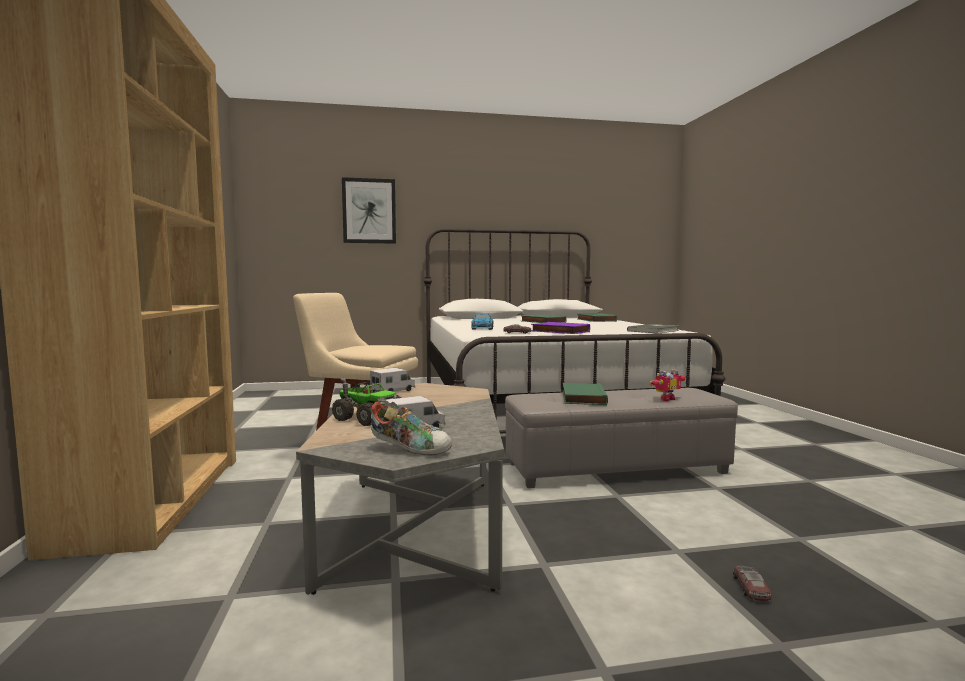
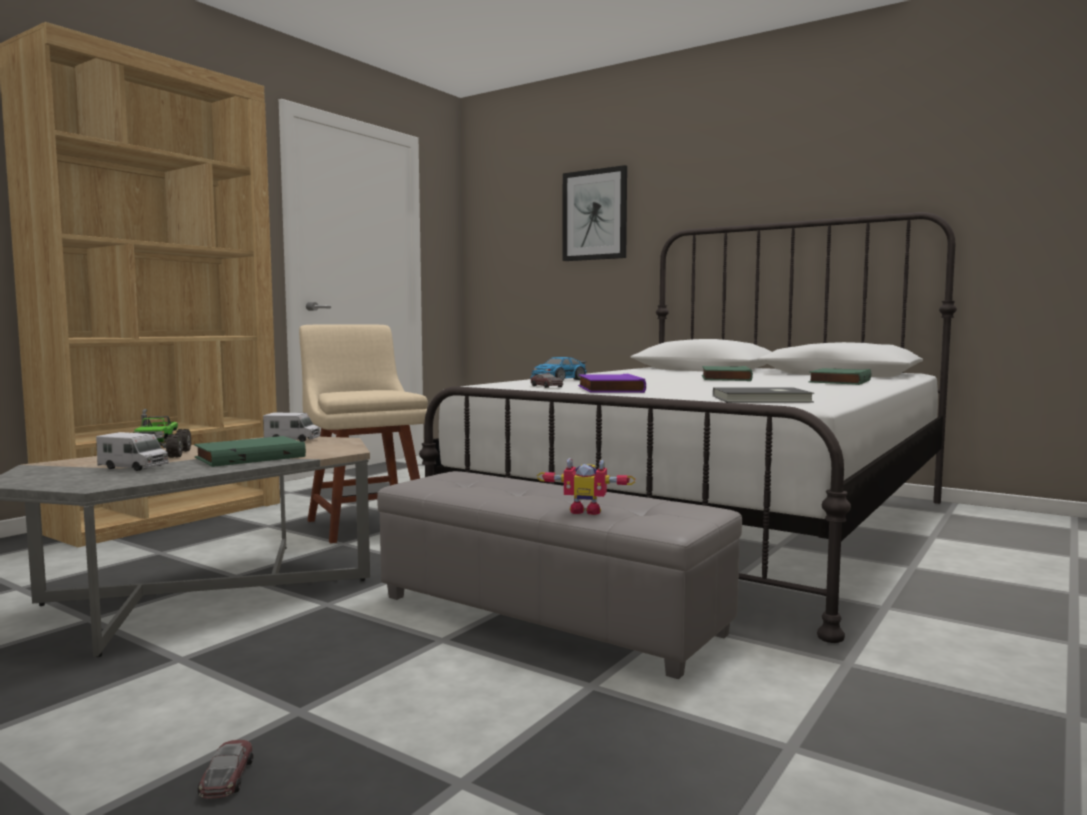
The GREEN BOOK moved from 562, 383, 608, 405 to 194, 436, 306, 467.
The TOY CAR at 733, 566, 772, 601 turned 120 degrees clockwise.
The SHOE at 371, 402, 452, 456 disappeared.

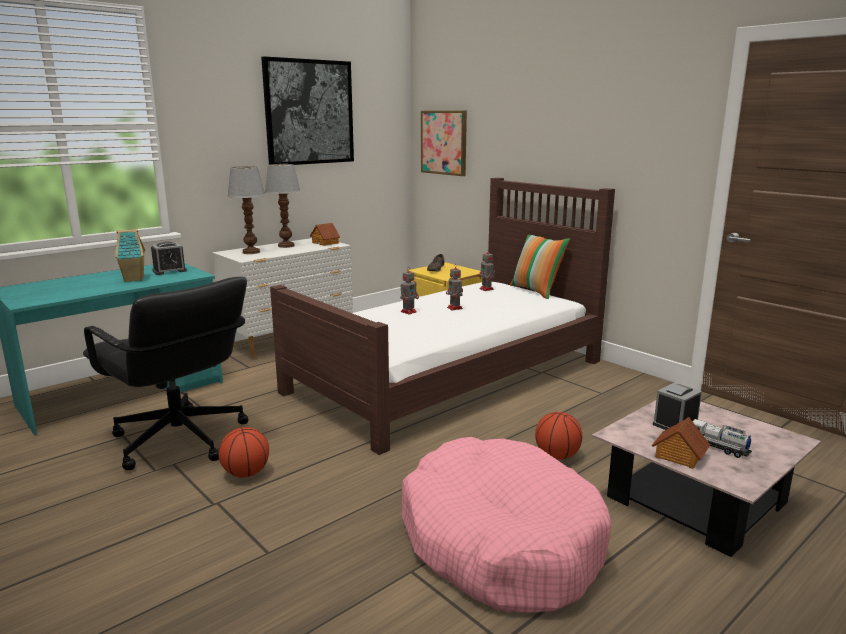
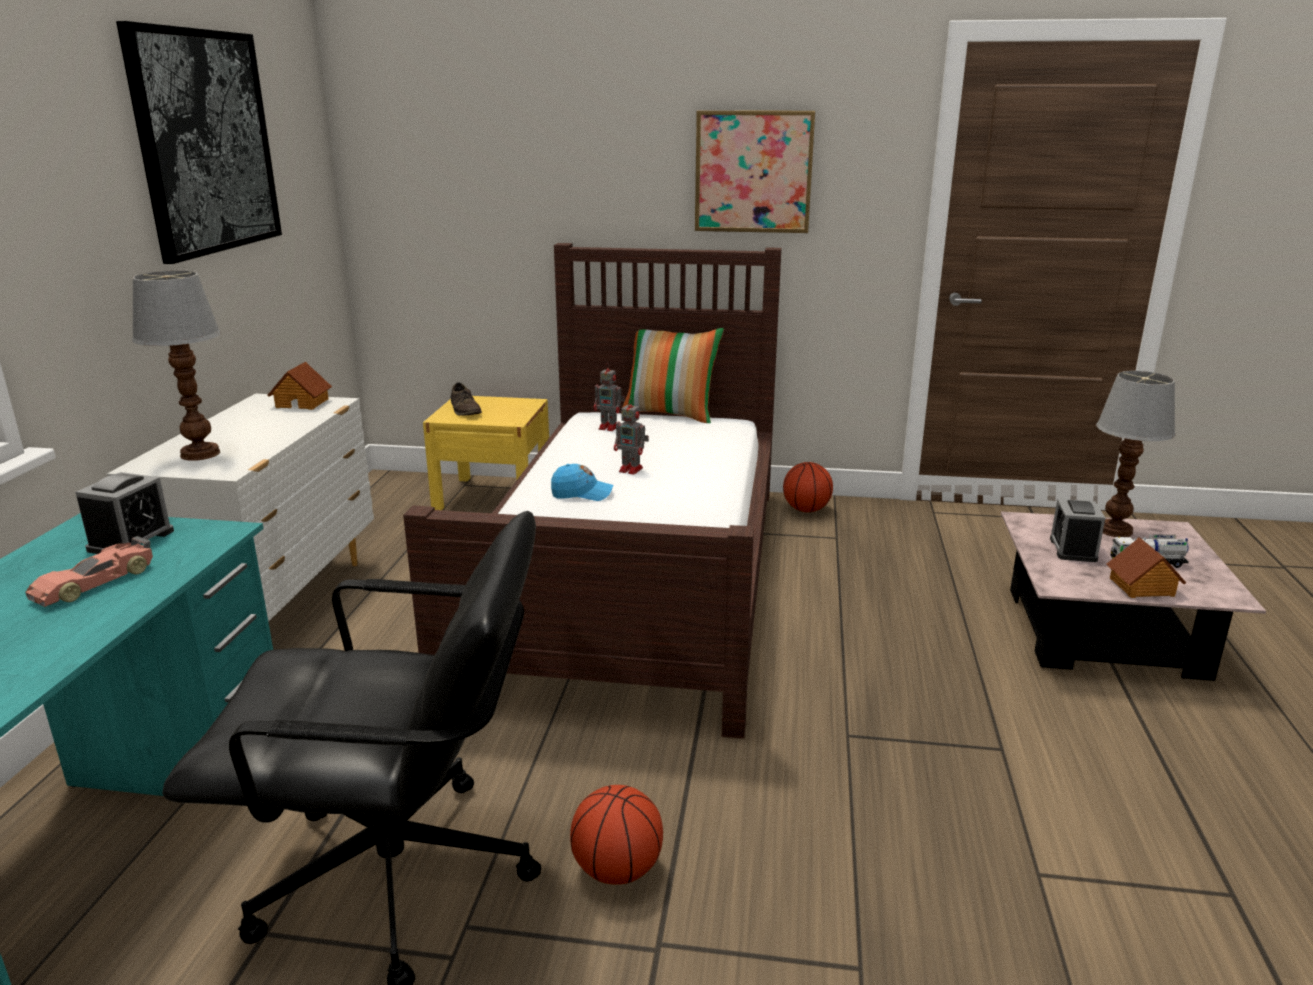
The TOY HOUSE at 115, 229, 145, 282 was replaced by the TOY CAR at 25, 536, 153, 607.
The TOY ROBOT at 400, 268, 419, 314 was replaced by the BLUE CAP at 551, 464, 613, 501.
The PICTURE moved from 421, 111, 467, 176 to 695, 110, 815, 233.
The BASKETBALL moved from 535, 412, 582, 460 to 783, 462, 833, 512.
The TABLE LAMP moved from 265, 164, 301, 248 to 1096, 371, 1175, 537.
The PINK DOG BED at 402, 437, 612, 613 disappeared.

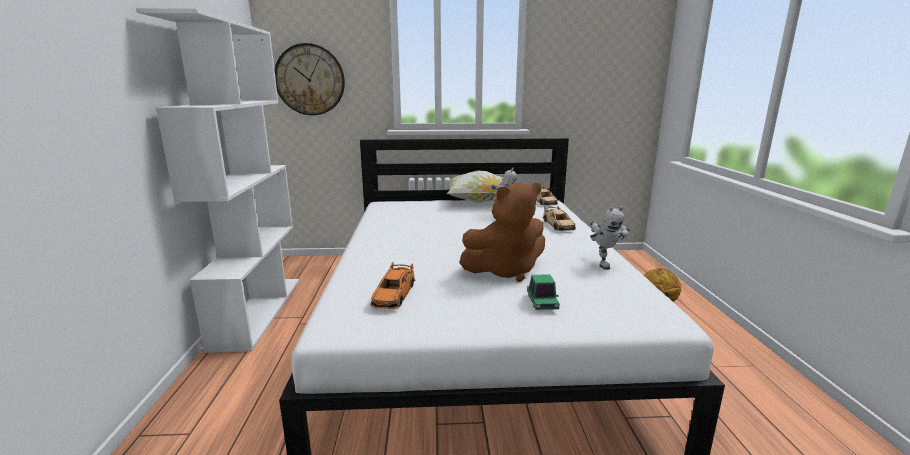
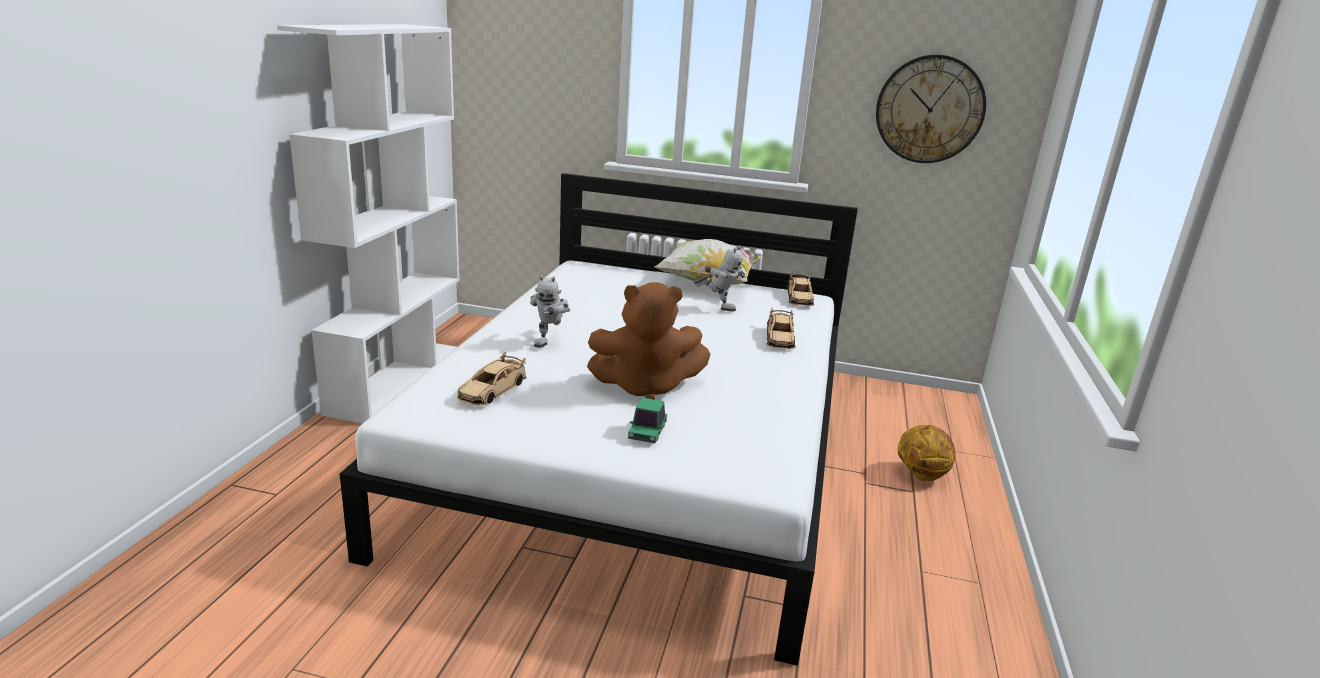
The ORANGE TOY CAR at 370, 262, 416, 309 became the BEIGE TOY CAR at 457, 352, 527, 406.
The TOY ROBOT moved from 590, 206, 630, 270 to 530, 275, 570, 348.
The WALL CLOCK moved from 274, 43, 345, 116 to 876, 55, 986, 163.

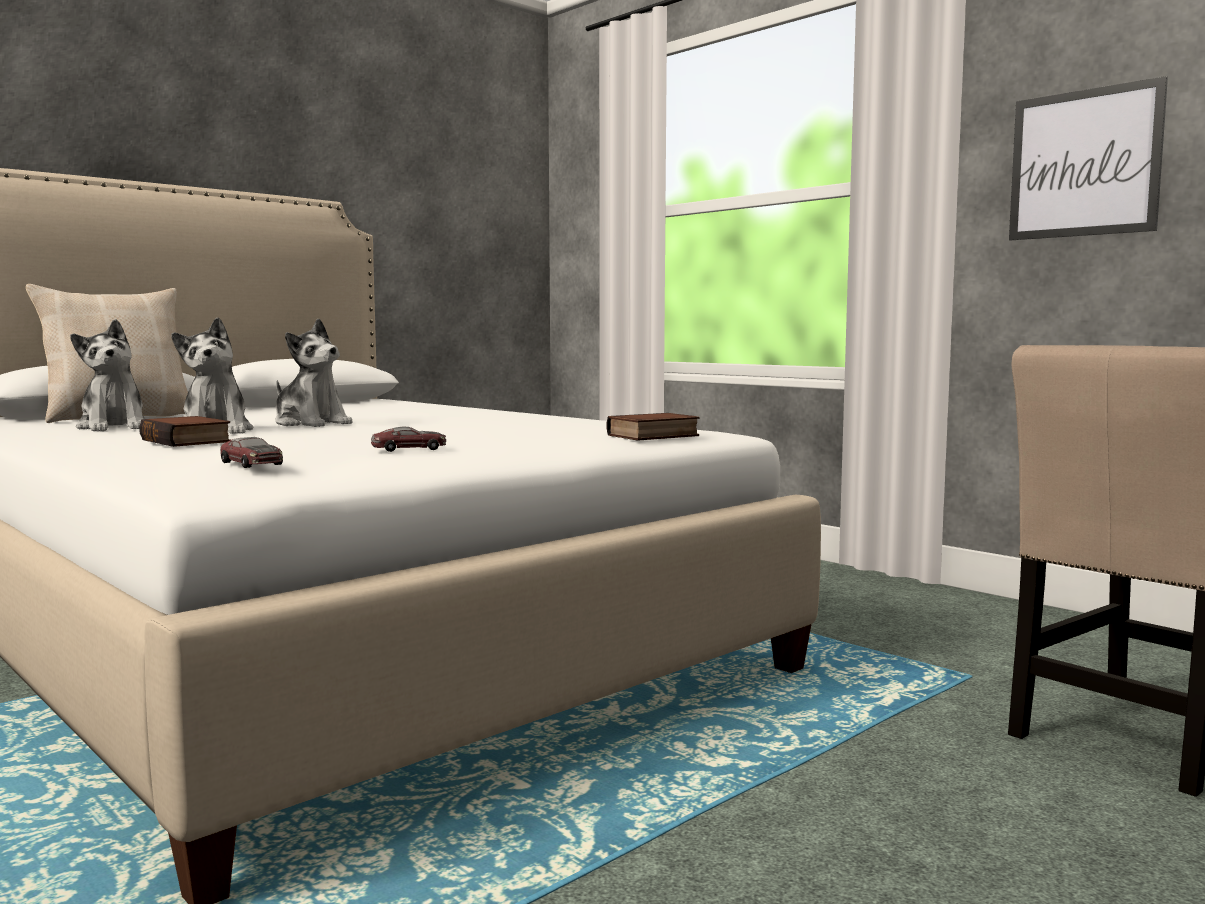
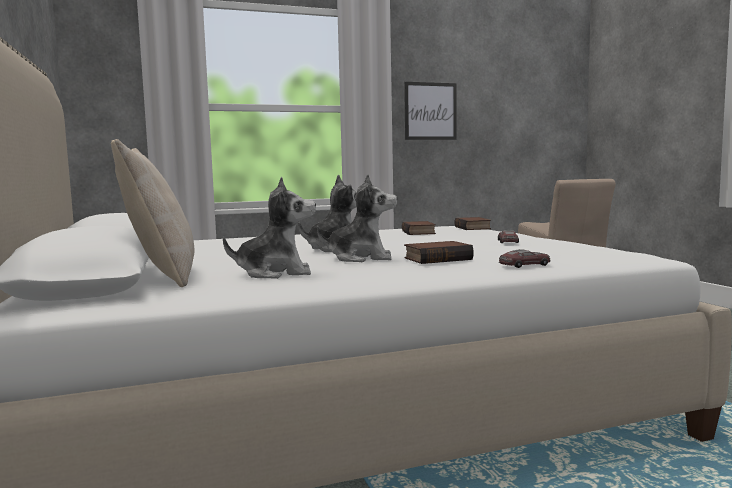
The BOOK at 402, 221, 436, 235 appeared.
The TOY CAR moved from 220, 437, 283, 468 to 499, 249, 551, 268.

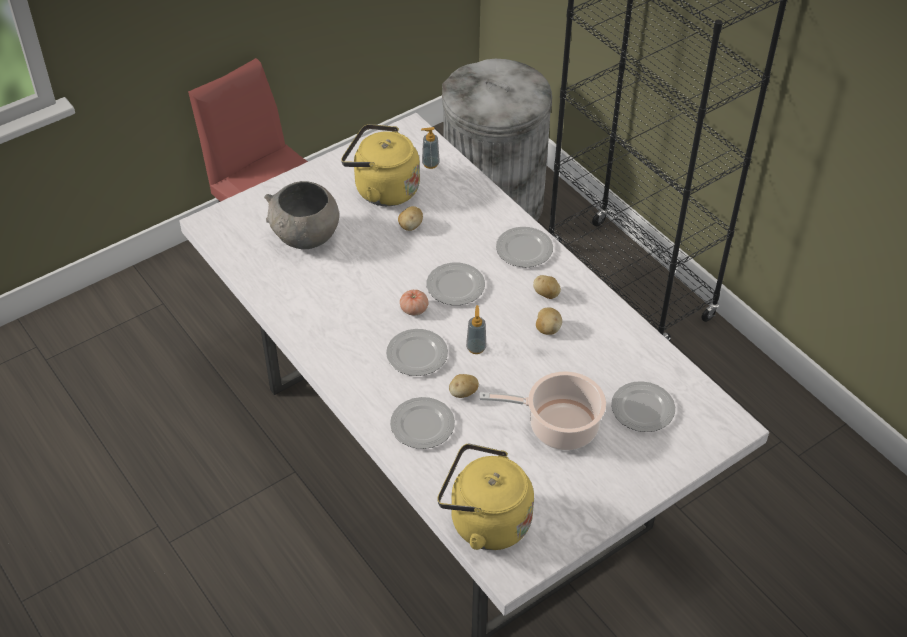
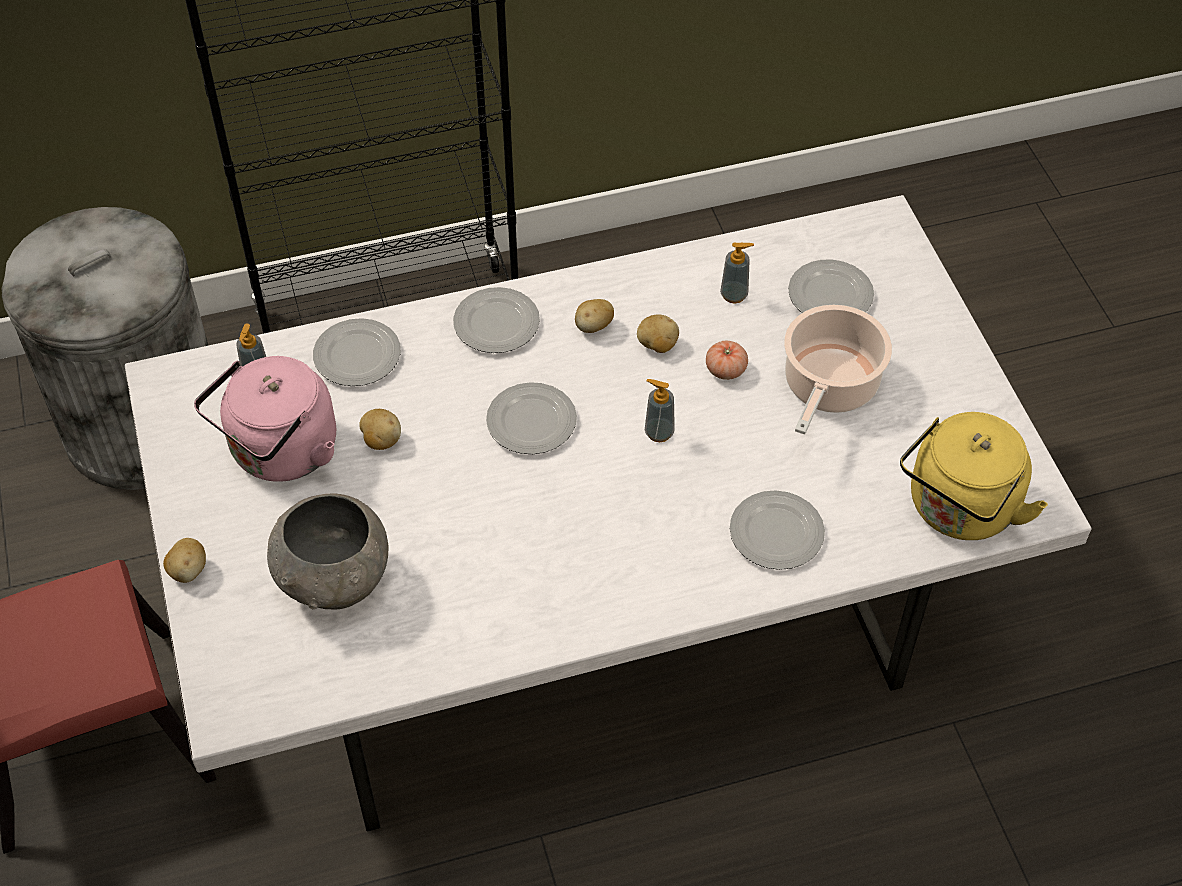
The POTATO moved from 449, 374, 479, 398 to 163, 538, 206, 583.
The YELLOW KETTLE at 341, 124, 420, 206 became the PINK KETTLE at 194, 356, 336, 482.
The PLATE moved from 386, 329, 448, 376 to 313, 318, 401, 386.
The TOMATO moved from 400, 290, 428, 316 to 706, 341, 748, 380.
The SOAP DISPENSER at 720, 243, 754, 304 appeared.

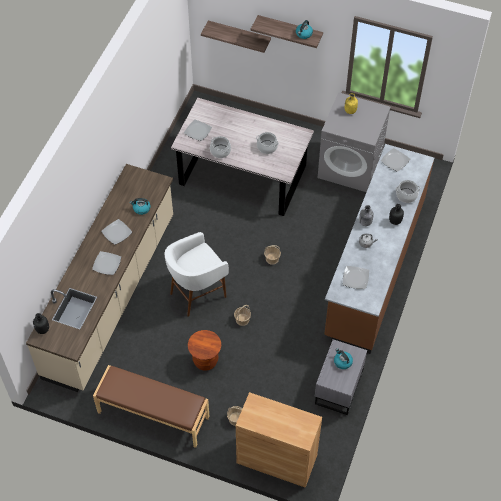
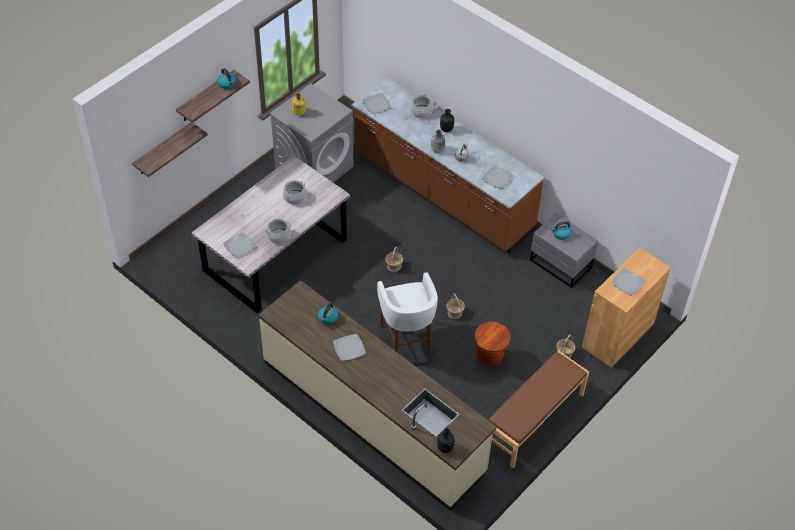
The PLATE moved from 92, 251, 121, 275 to 611, 268, 645, 295.

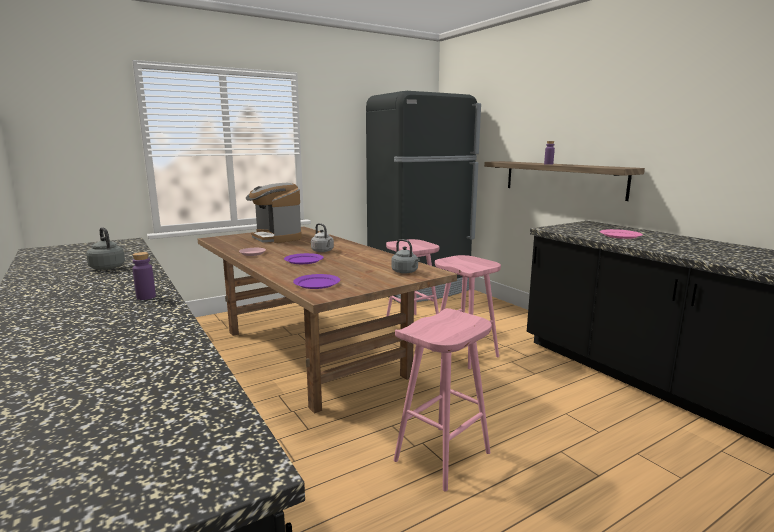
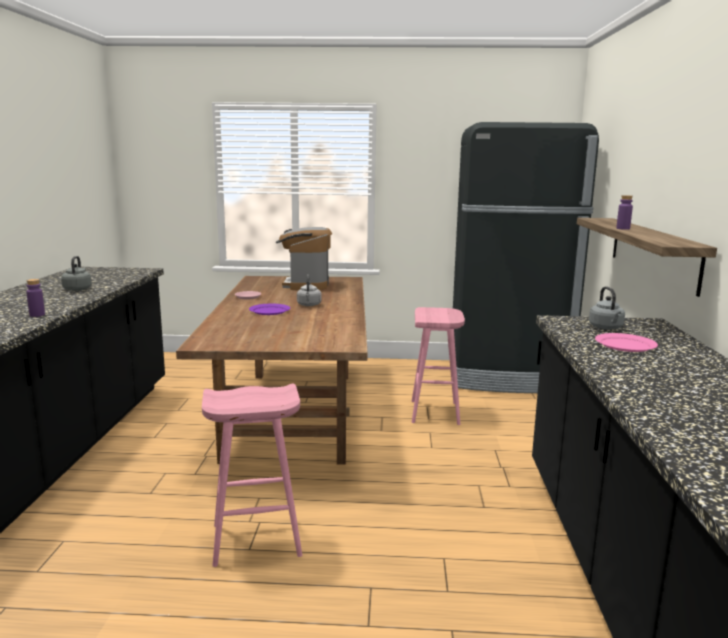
The GREY KETTLE moved from 391, 239, 420, 274 to 589, 286, 625, 330.
The PURPLE PLATE at 293, 274, 340, 289 disappeared.
The PINK STOOL at 433, 255, 501, 369 disappeared.

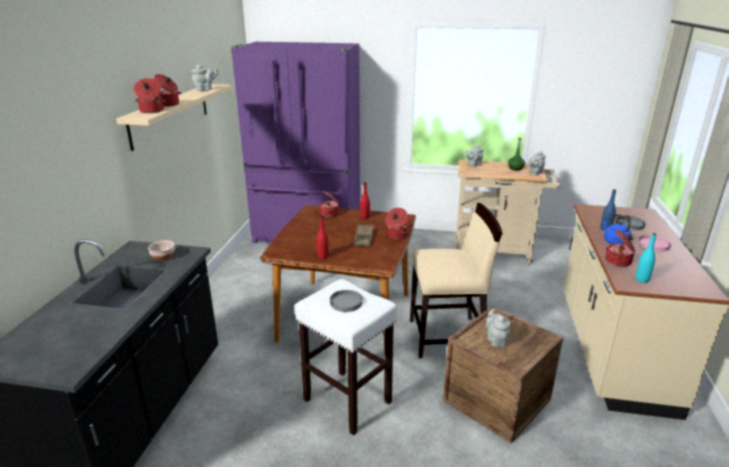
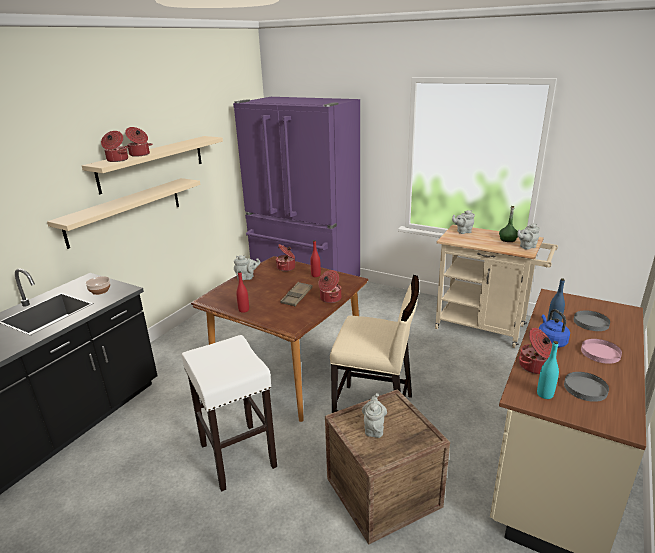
The BEIGE SHELF at 47, 178, 200, 249 appeared.
The GREY TEAPOT moved from 192, 64, 219, 91 to 234, 255, 260, 280.
The GREY PLATE moved from 330, 290, 363, 312 to 564, 372, 609, 402.

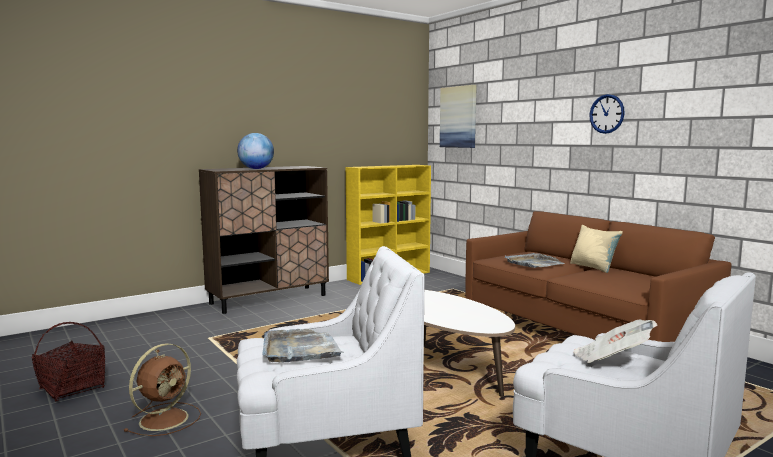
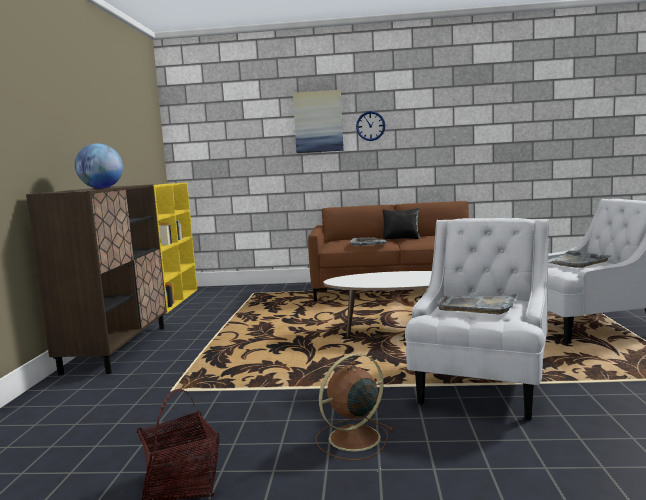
The PICTURE moved from 440, 85, 477, 148 to 293, 90, 344, 153.
The BROWN FAN at 124, 343, 201, 436 turned 105 degrees counterclockwise.
The BEIGE PILLOW at 570, 225, 623, 273 became the BLACK PILLOW at 382, 208, 420, 239.
The NEWSPAPER at 573, 319, 657, 363 was replaced by the GREY TRAY at 548, 251, 611, 268.

